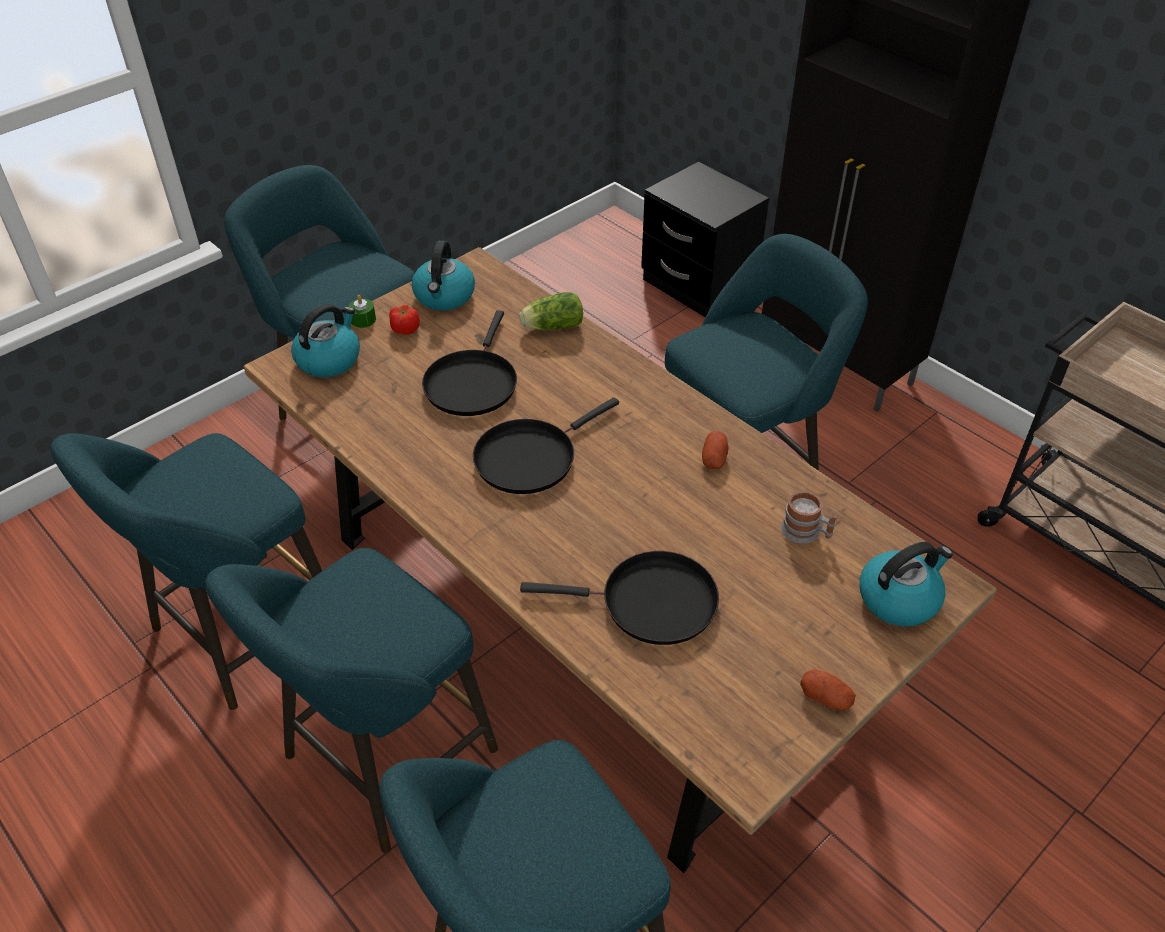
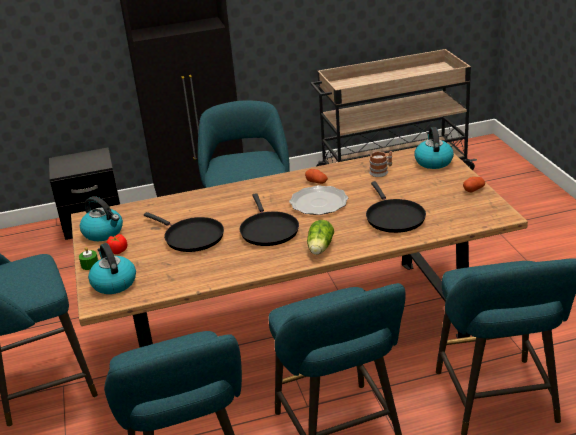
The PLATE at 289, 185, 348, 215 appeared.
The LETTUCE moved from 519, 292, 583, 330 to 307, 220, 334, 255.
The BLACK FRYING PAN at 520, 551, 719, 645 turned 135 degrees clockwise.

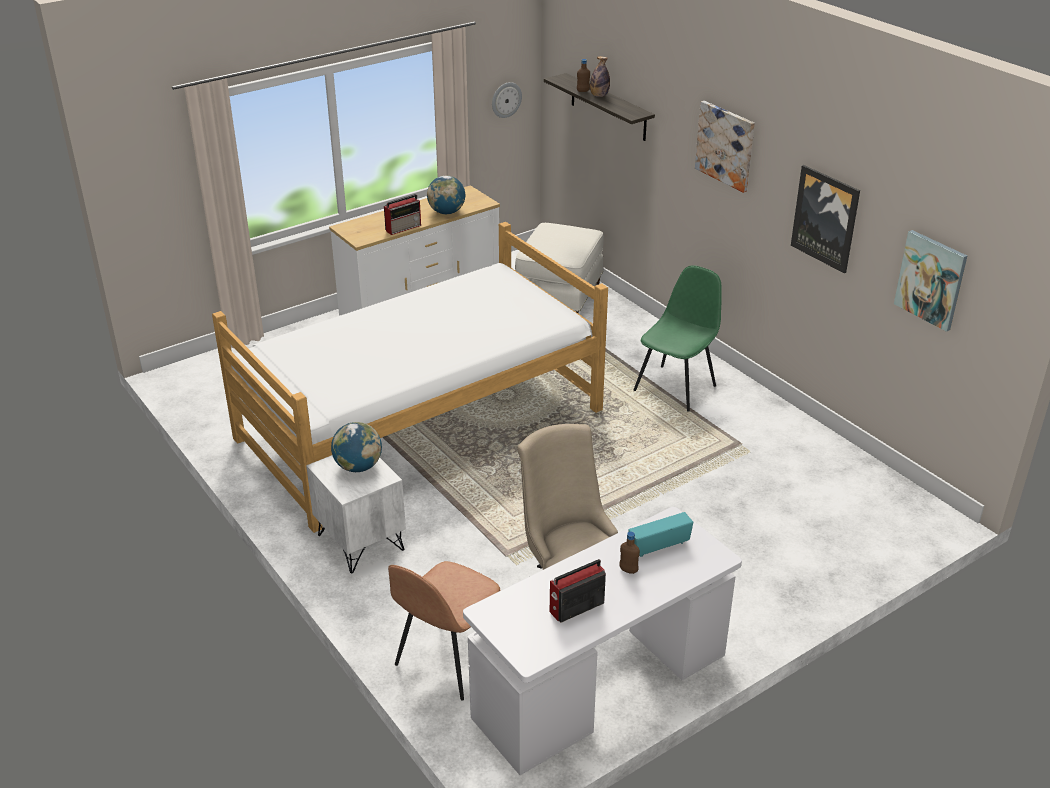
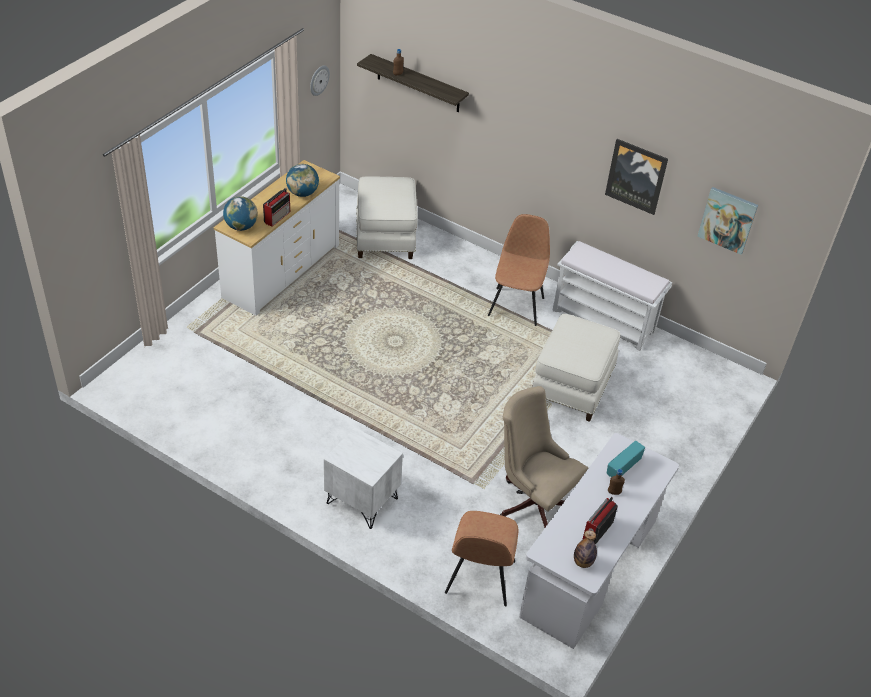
The GLOBE moved from 331, 422, 382, 472 to 223, 196, 258, 231.
The GREEN CHAIR at 634, 265, 722, 412 became the BROWN CHAIR at 488, 214, 550, 326.
The WHITE OTTOMAN at 532, 314, 620, 422 appeared.
The WHITE BENCH at 552, 241, 673, 351 appeared.
The BOTTLE moved from 590, 56, 610, 97 to 574, 530, 597, 568.
The BED at 212, 222, 608, 533 disappeared.
The PICTURE at 695, 101, 755, 193 disappeared.

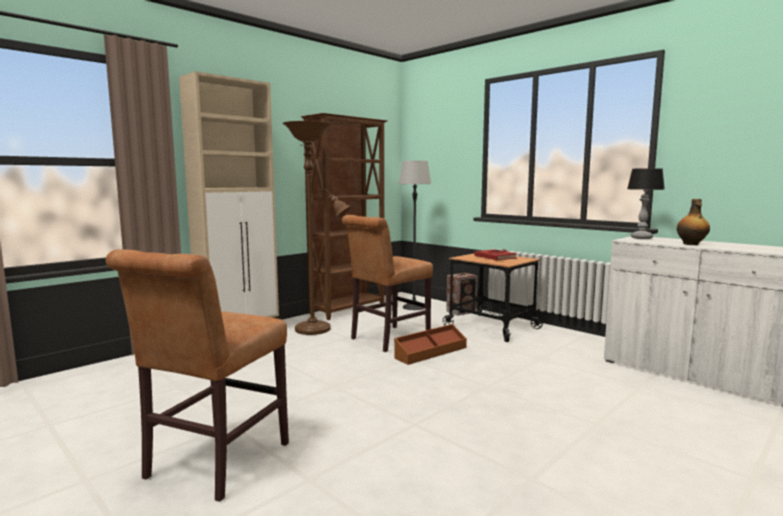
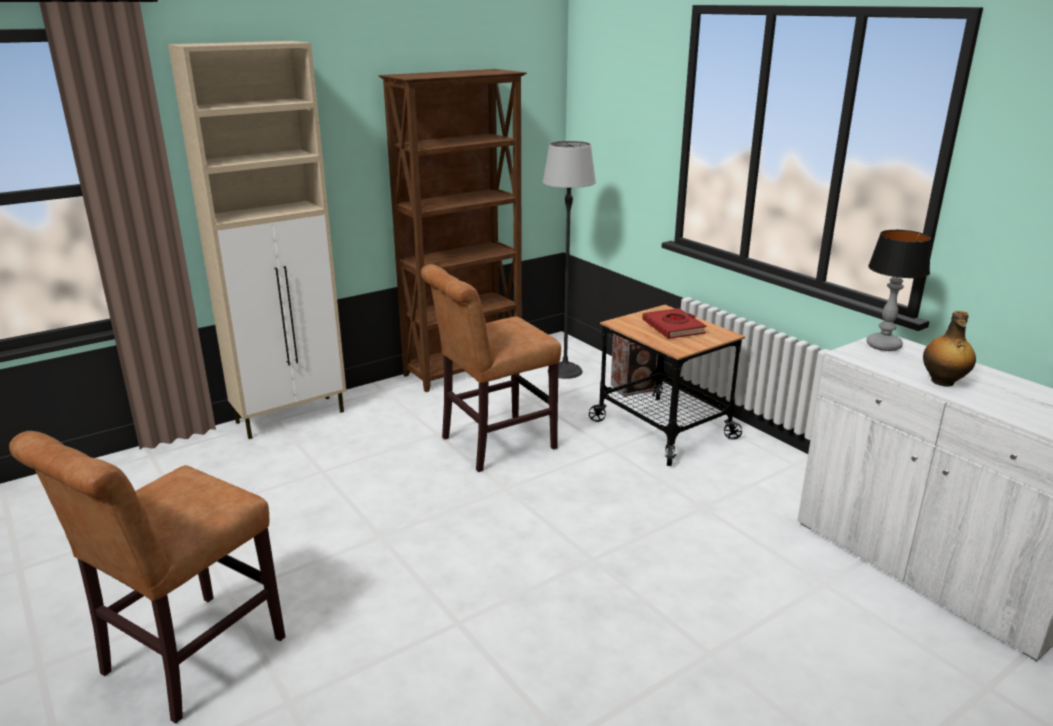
The BROWN FLOOR LAMP at 283, 121, 352, 335 disappeared.
The BROWN STORAGE BOX at 394, 324, 467, 365 disappeared.

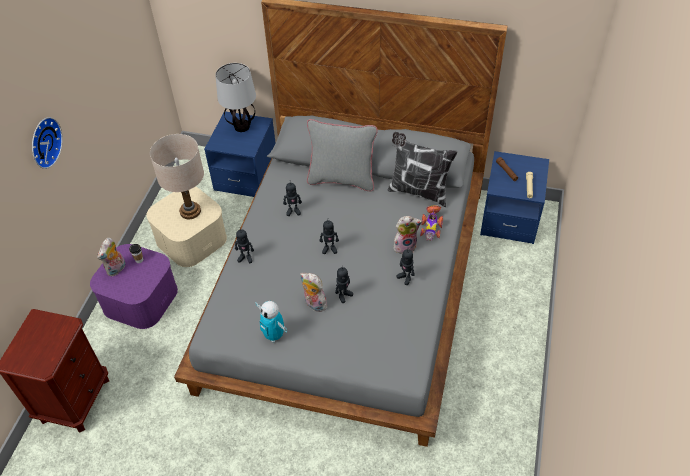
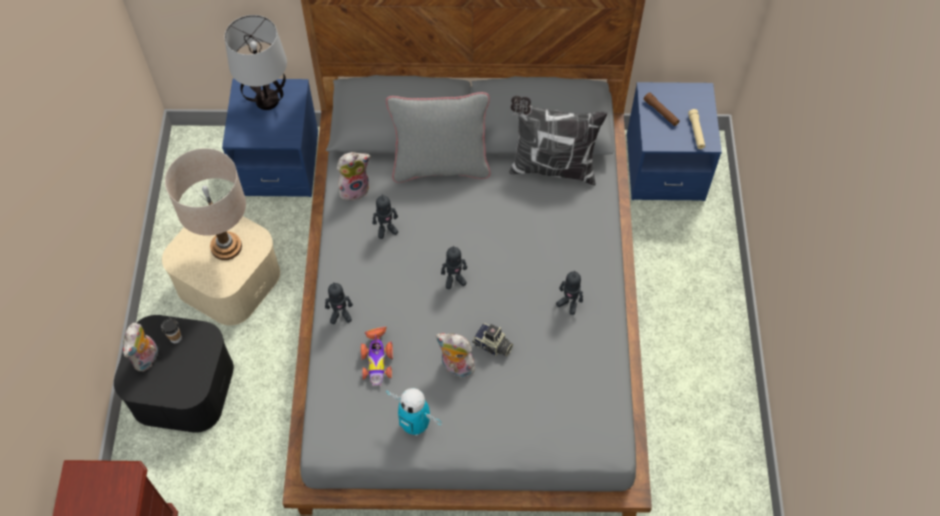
The PURPLE STORAGE BOX at 90, 244, 178, 329 became the BLACK STORAGE BOX at 114, 315, 234, 433.
The PLUSH TOY moved from 394, 216, 422, 254 to 337, 152, 371, 203.
The TOY CAR moved from 420, 205, 443, 241 to 361, 327, 393, 386.
The TOY ROBOT at 335, 267, 353, 303 was replaced by the PHOTO CAMERA at 472, 323, 513, 356.
The WALL CLOCK at 32, 117, 63, 169 disappeared.

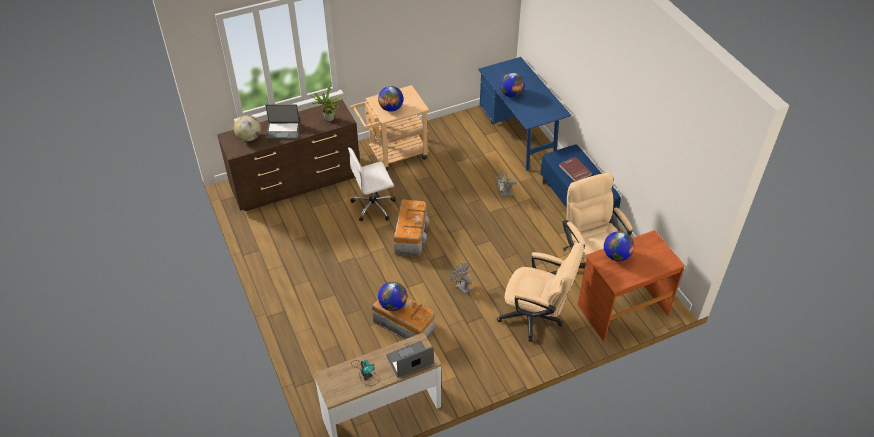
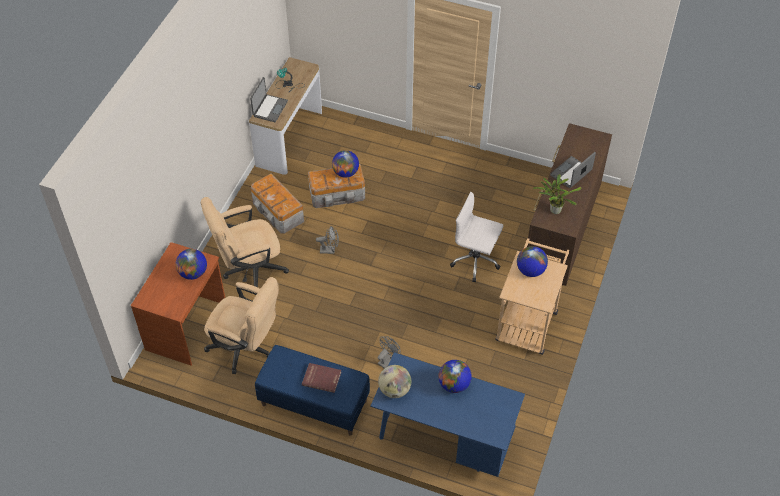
The STORAGE BOX moved from 394, 199, 430, 257 to 251, 173, 304, 234.
The GLOBE moved from 234, 115, 261, 141 to 378, 365, 411, 398.
The WHITE OFFICE CHAIR at 348, 147, 395, 222 turned 90 degrees counterclockwise.

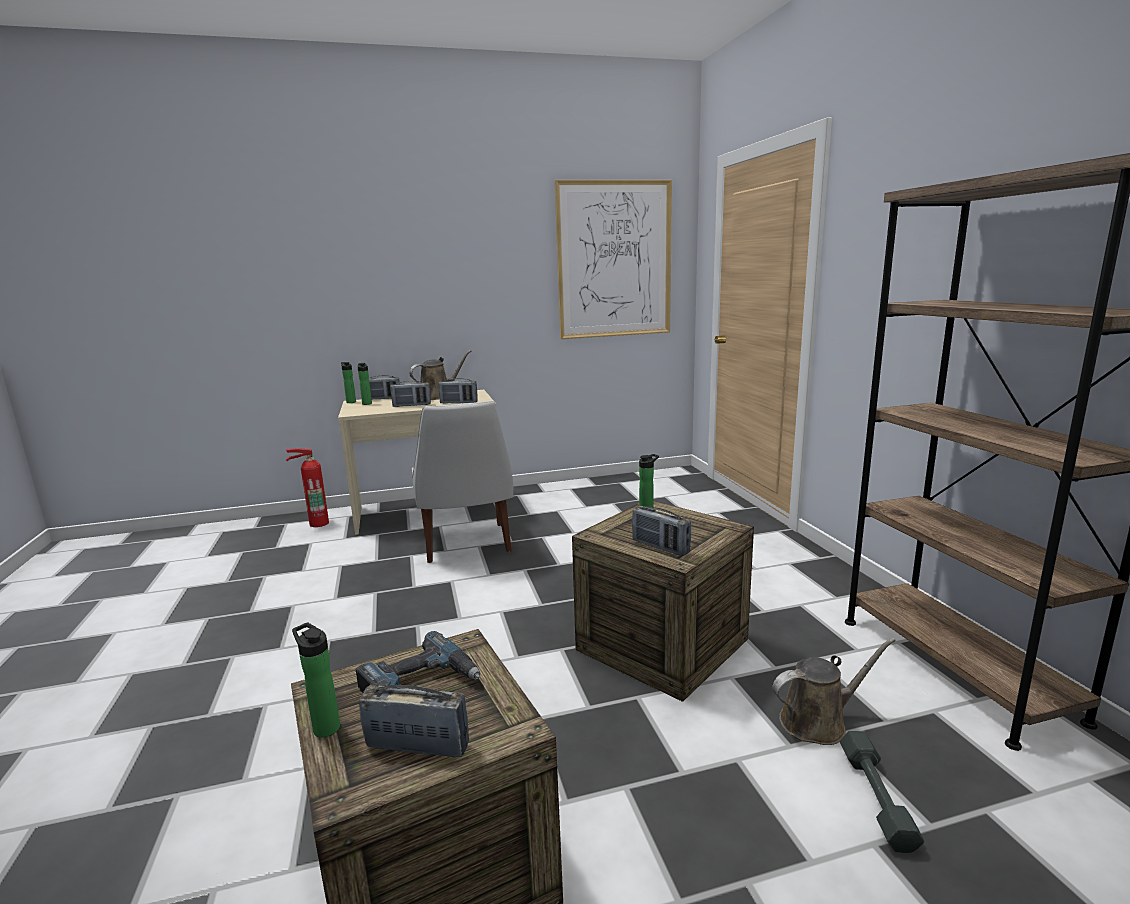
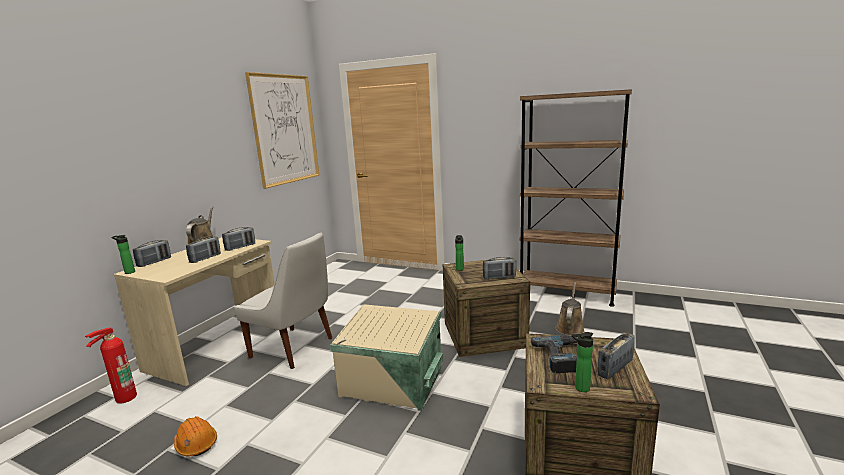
The ORANGE HARD HAT at 174, 416, 217, 457 appeared.
The BEIGE STORAGE BOX at 330, 304, 443, 411 appeared.
The BOTTLE at 357, 363, 372, 405 disappeared.
The GREY DUMBBELL at 840, 731, 924, 853 disappeared.

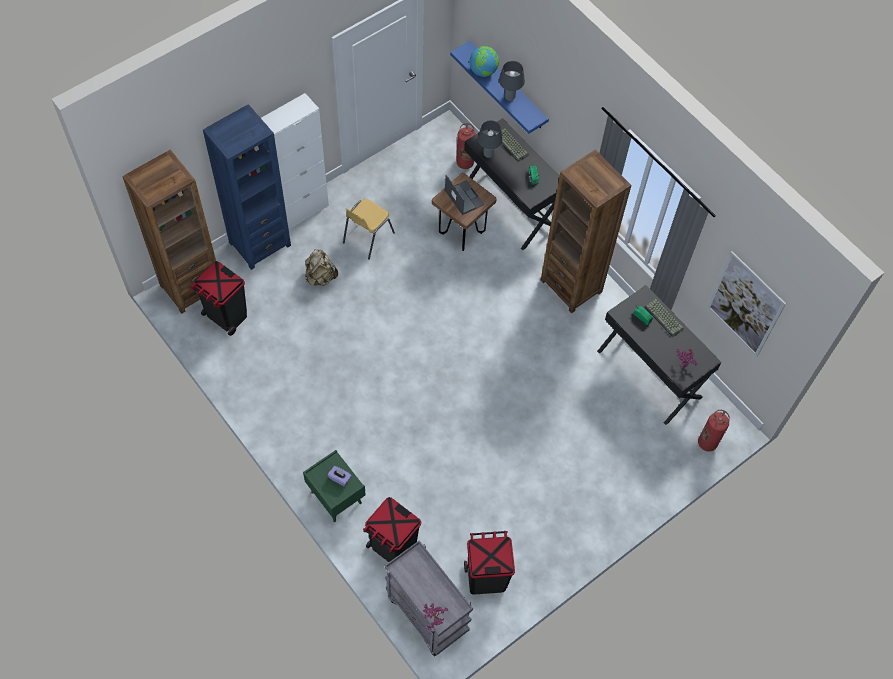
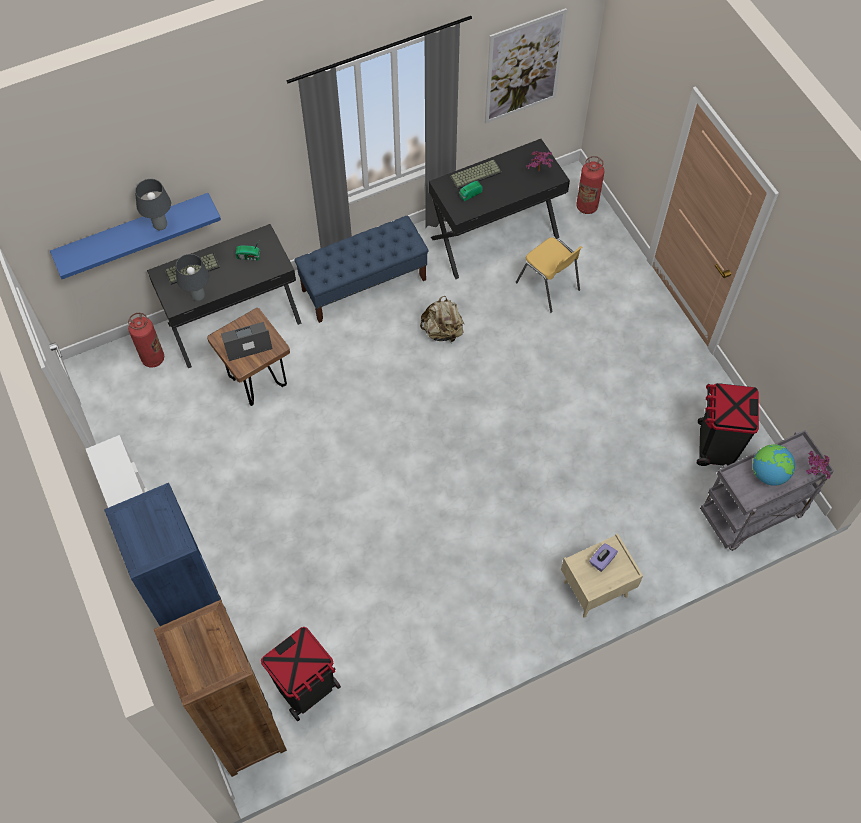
The BROWN BOOKCASE at 541, 150, 632, 313 was replaced by the BLUE BENCH at 294, 215, 428, 323.
The BEIGE BACKPACK moved from 305, 249, 338, 286 to 420, 296, 464, 342.
The YELLOW CHAIR moved from 343, 199, 395, 260 to 516, 237, 582, 313.
The GREEN NIGHTSTAND at 303, 450, 366, 522 became the BEIGE NIGHTSTAND at 561, 533, 643, 618.
The GLOBE moved from 469, 46, 499, 77 to 753, 444, 795, 486.
The BLACK TRASH CAN at 363, 497, 421, 562 disappeared.

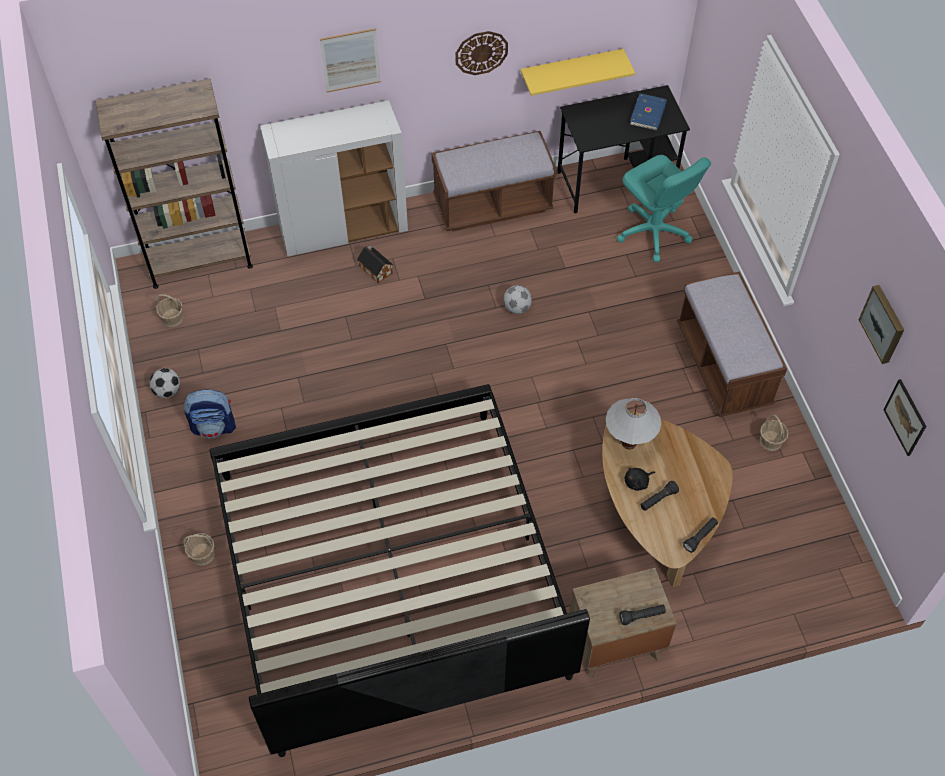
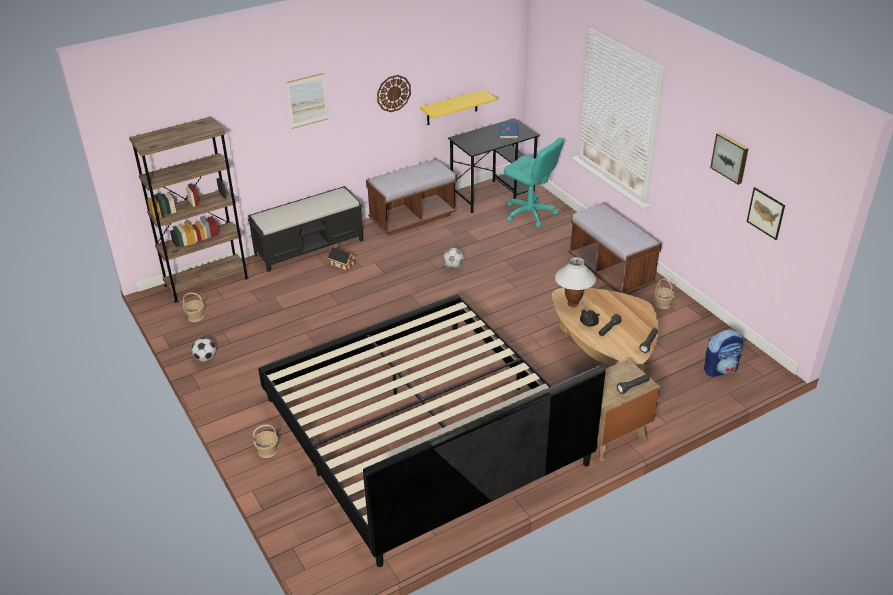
The WHITE CABINET at 260, 100, 408, 257 was replaced by the BLACK BENCH at 248, 186, 364, 272.
The BACKPACK moved from 184, 389, 236, 438 to 704, 329, 743, 377.

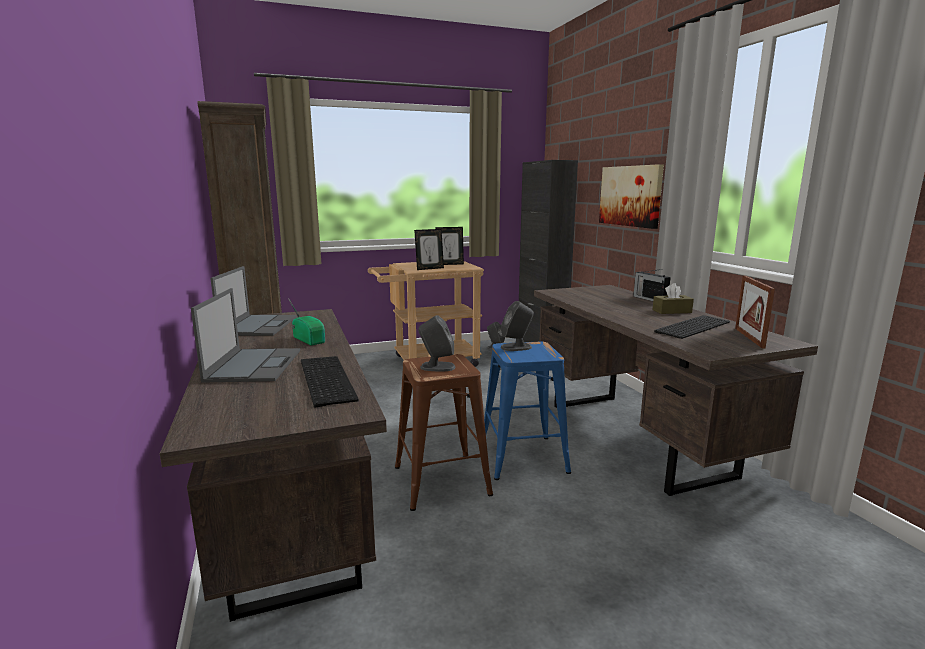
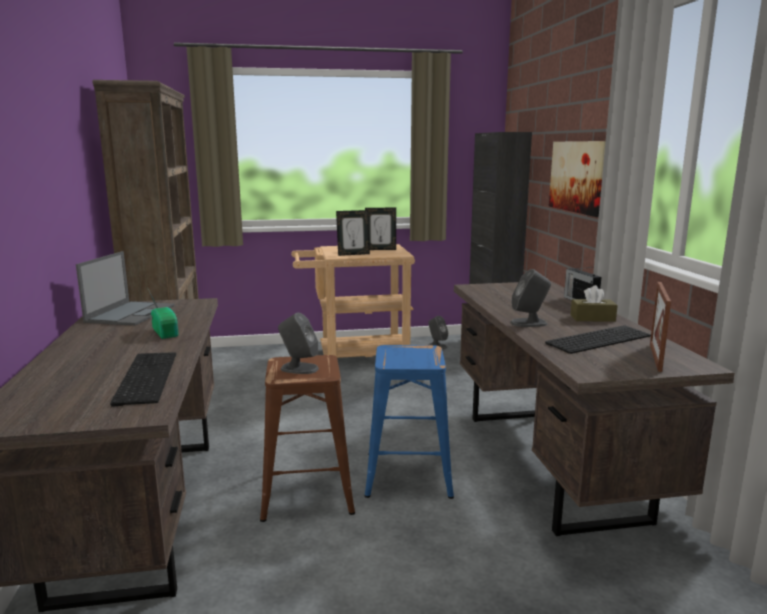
The GREY SPEAKER moved from 501, 301, 534, 351 to 510, 269, 551, 327.
The LAPTOP at 191, 288, 300, 383 disappeared.

